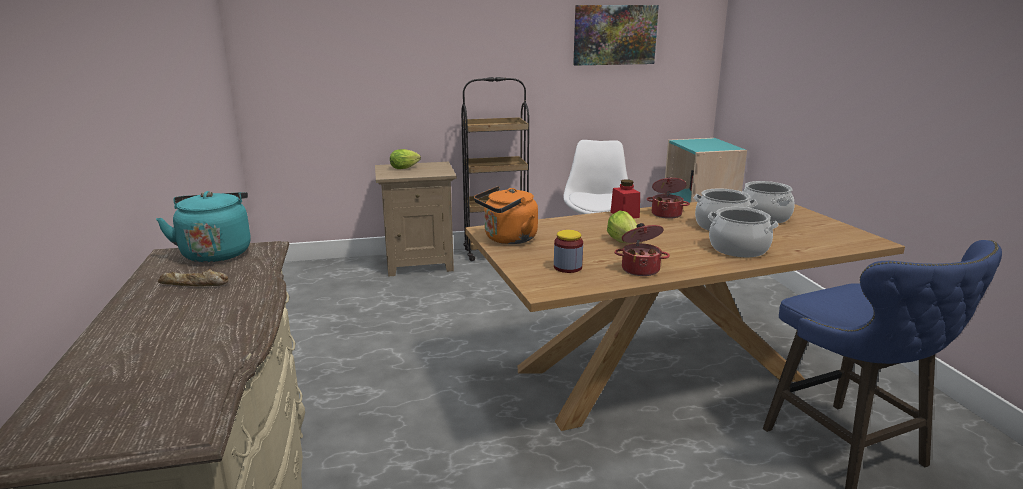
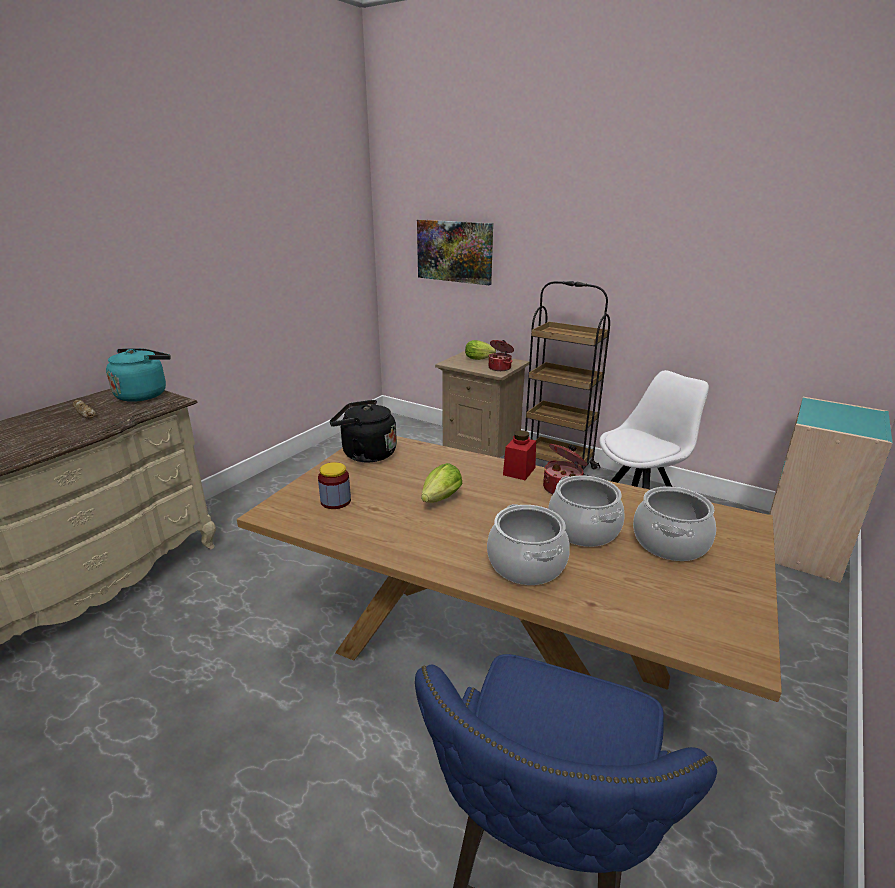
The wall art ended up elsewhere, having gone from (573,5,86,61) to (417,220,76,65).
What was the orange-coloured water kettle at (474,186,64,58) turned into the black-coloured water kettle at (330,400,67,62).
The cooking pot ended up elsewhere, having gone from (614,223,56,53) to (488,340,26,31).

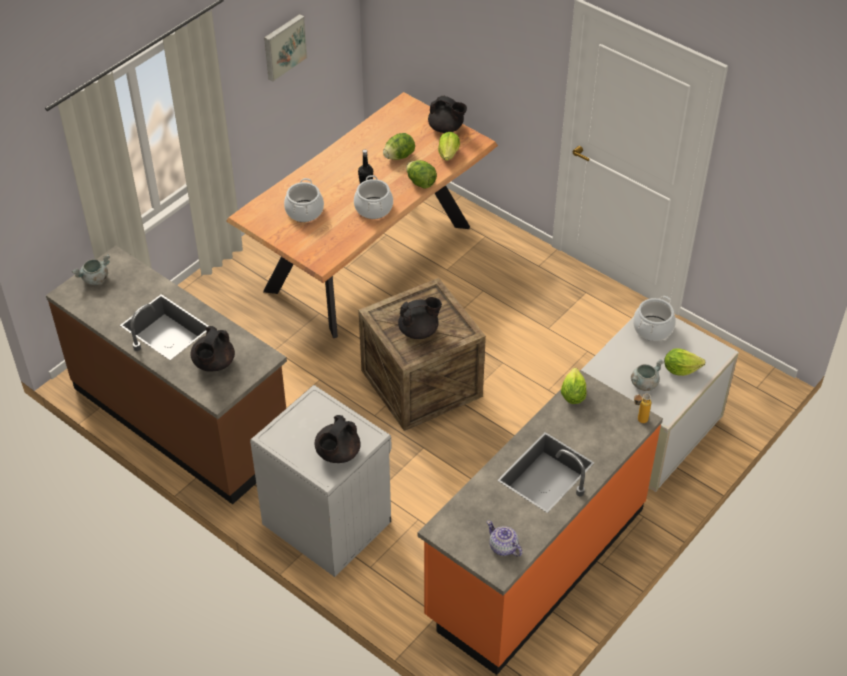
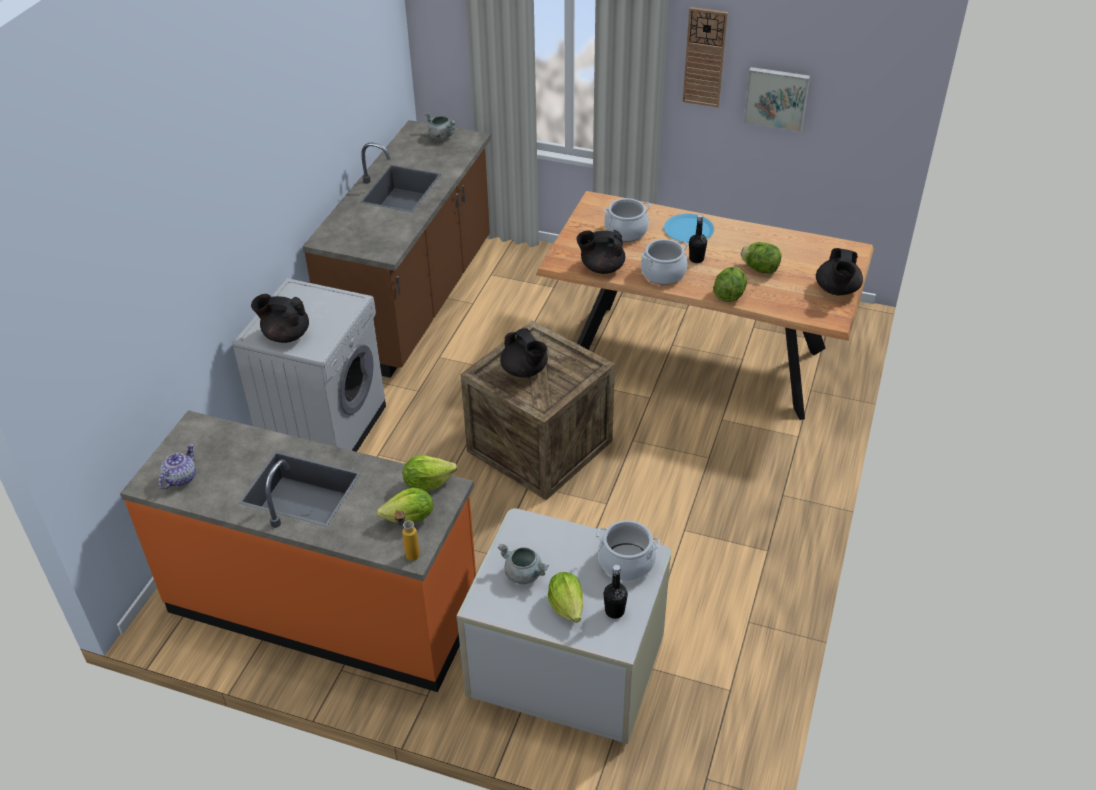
The lettuce ended up elsewhere, having gone from (438,132,22,29) to (377,488,56,35).
The black-coloured tea pot ended up elsewhere, having gone from (191,326,44,46) to (576,230,49,44).
The second view gained the hanging clock at (683,7,45,100).
The second view gained the blue-coloured dinner plate at (664,214,50,29).
The second view gained the black-coloured bottle at (604,565,24,54).

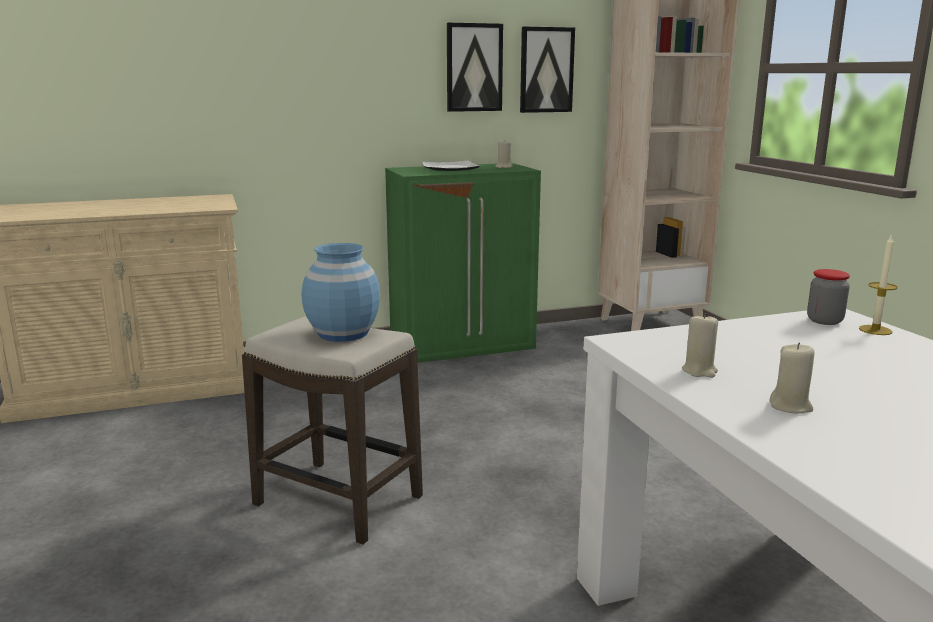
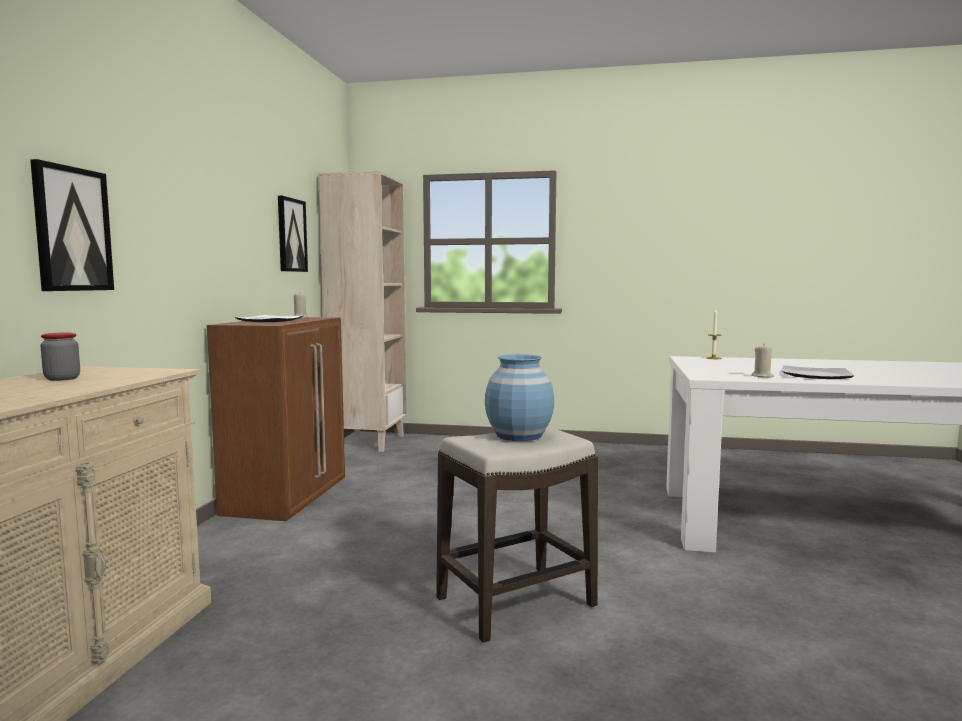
The wall art ended up elsewhere, having gone from (447,23,56,89) to (30,159,84,132).
What was the green-coloured storage cabinet at (385,163,156,200) turned into the brown-coloured storage cabinet at (206,317,139,204).
The preserve jar ended up elsewhere, having gone from (807,269,43,56) to (40,333,40,48).
Where the beige candle stood at (769,343,46,71), the dinner plate came to stand at (782,365,72,14).

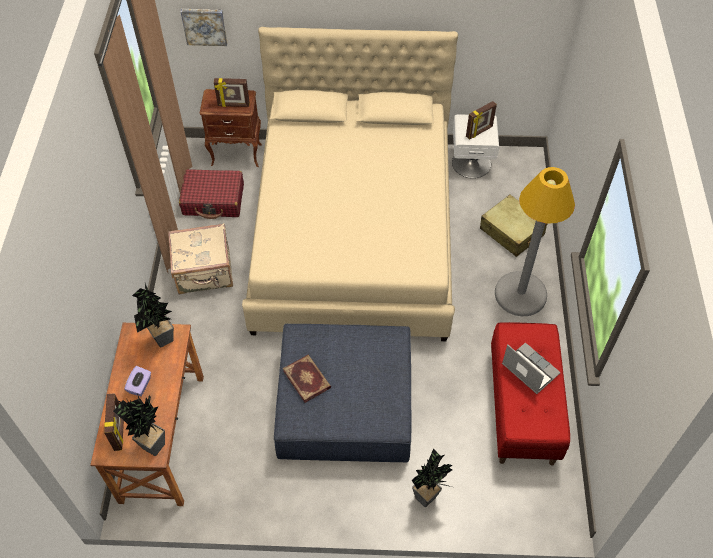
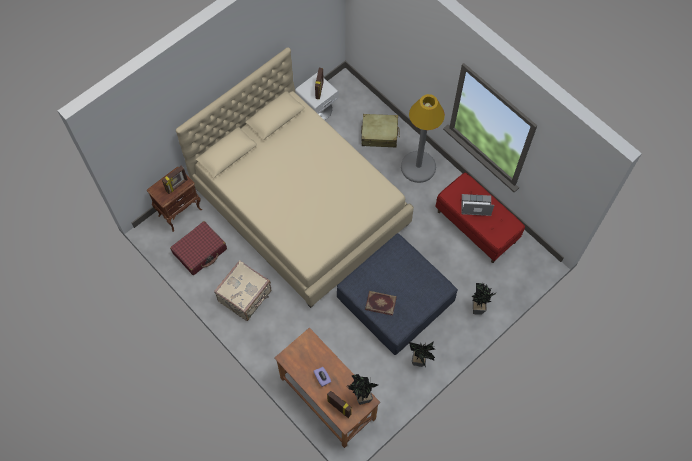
The second view lost the wall art at (181,9,46,37).
The houseplant ended up elsewhere, having gone from (132,284,42,64) to (409,341,26,26).

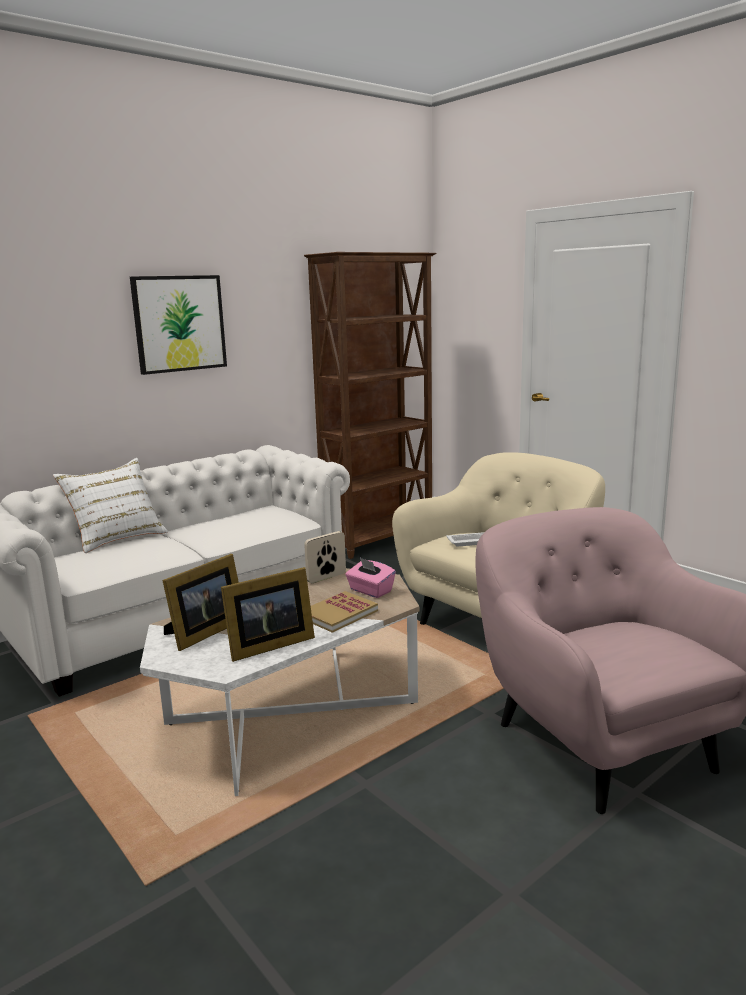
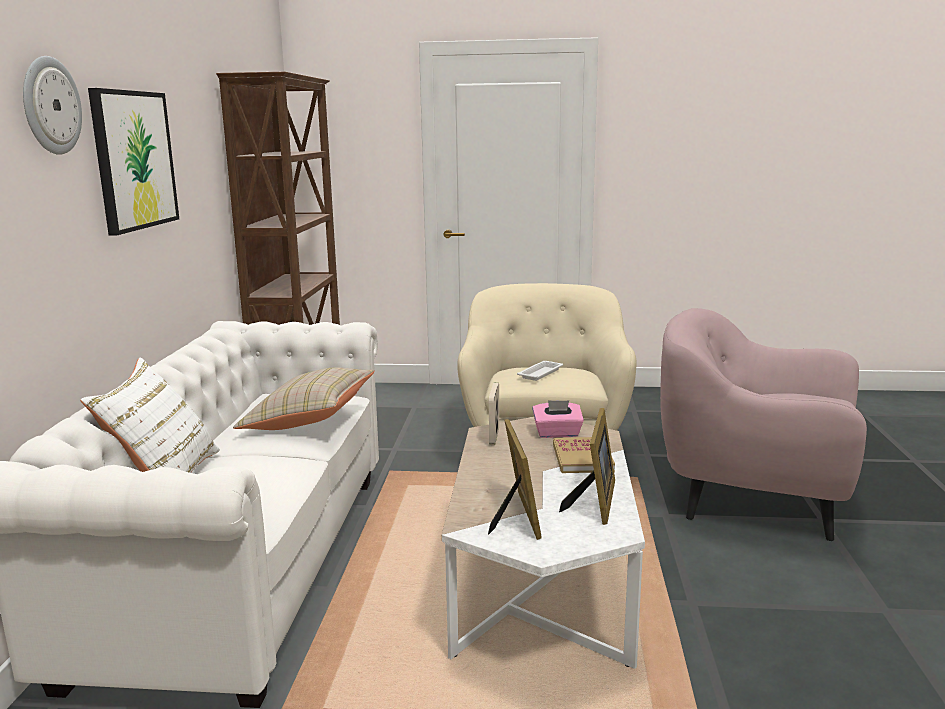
The second view gained the hanging clock at (23,56,59,99).
The second view gained the beige throw pillow at (233,367,142,63).

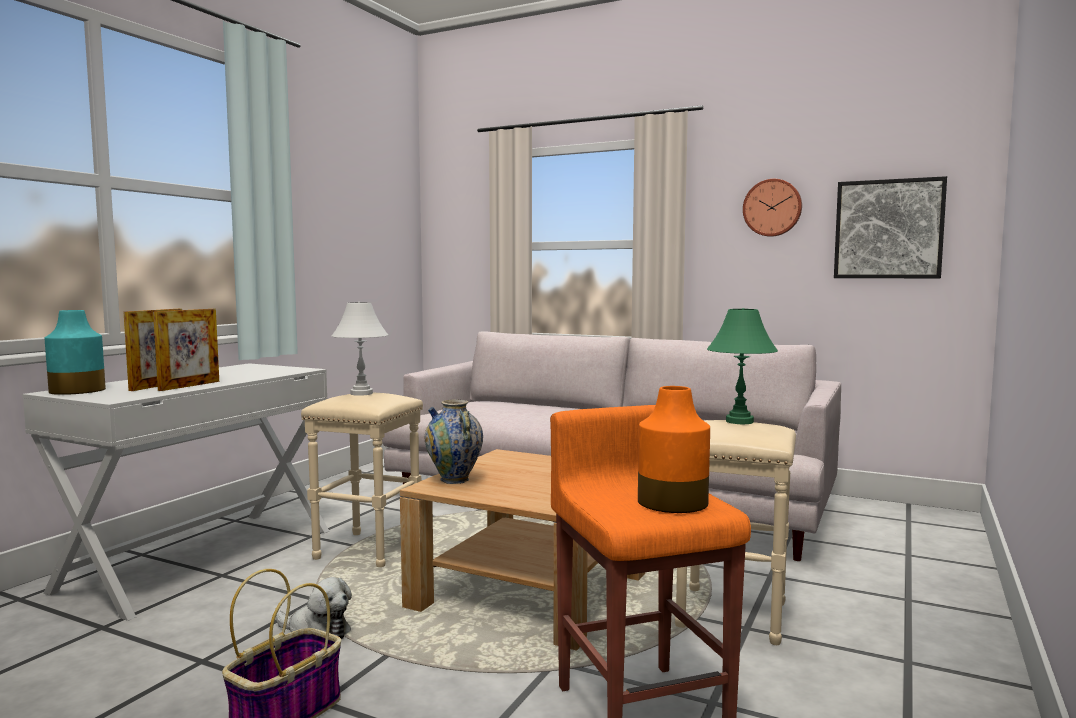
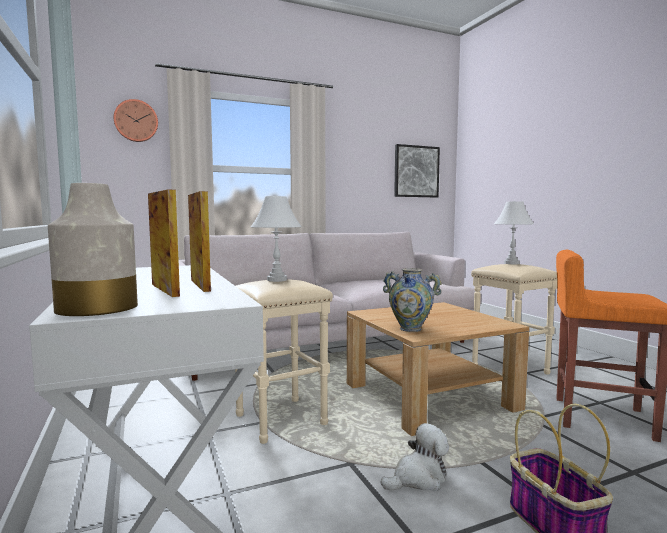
The hanging clock ended up elsewhere, having gone from (743,179,59,58) to (114,99,44,43).
What was the green-coloured table lamp at (707,308,71,116) turned into the whitish table lamp at (494,201,40,63).
What was the turquoise-coloured flower vase at (45,310,61,85) turned into the beige flower vase at (48,183,90,133).
The second view lost the orange-coloured flower vase at (638,386,72,127).

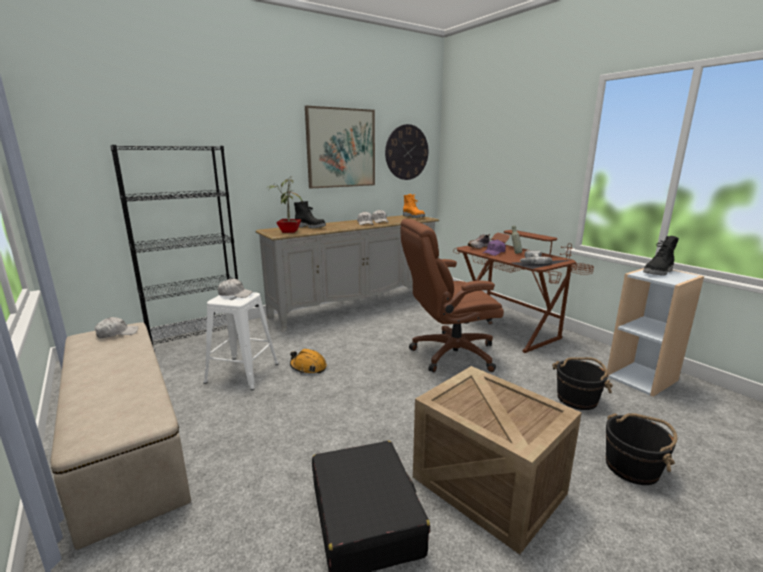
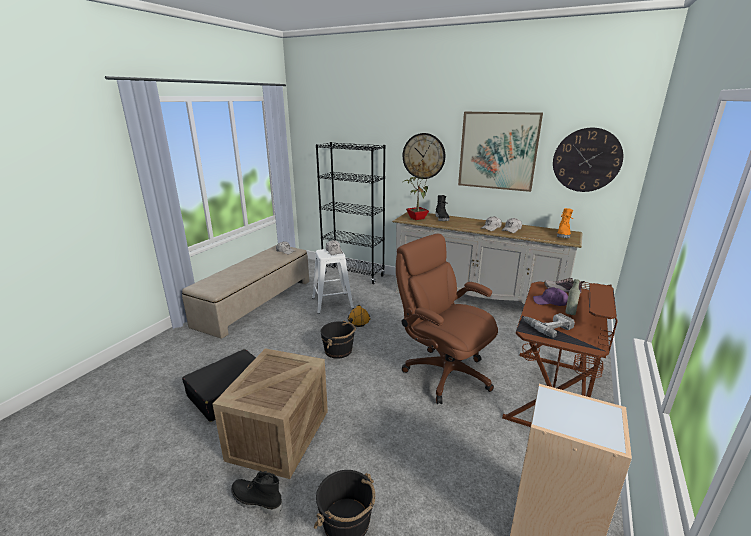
The black-coloured high-top boot ended up elsewhere, having gone from (643,236,36,40) to (231,471,52,44).
The black-coloured pail ended up elsewhere, having gone from (552,357,61,53) to (320,321,36,38).
The second view gained the hanging clock at (403,133,42,46).

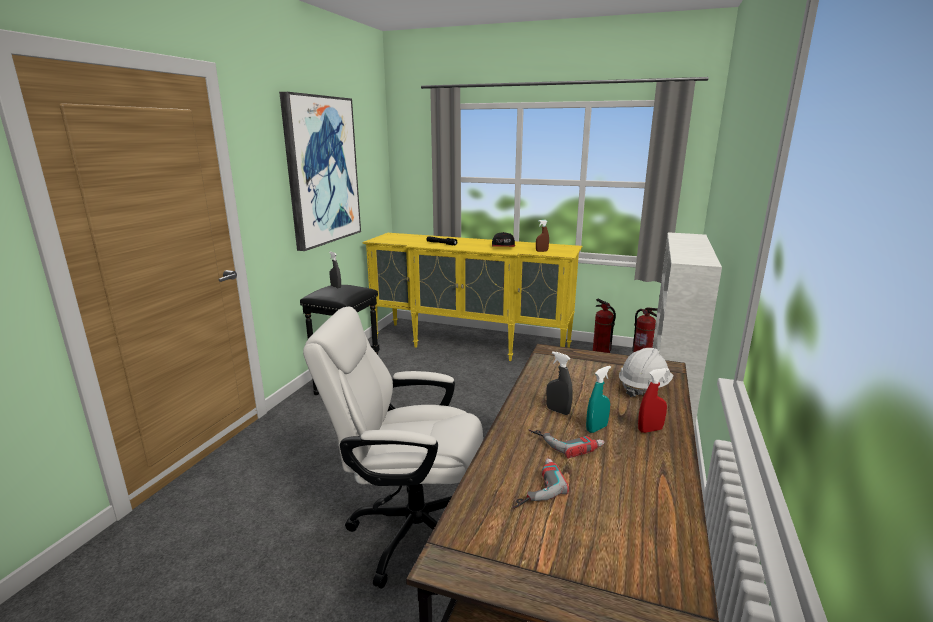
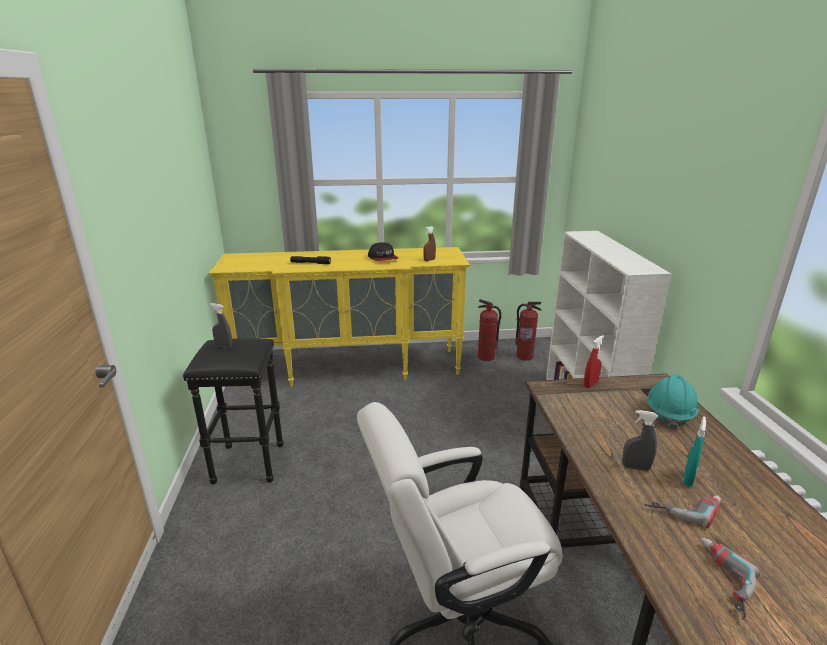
The second view lost the wall art at (279,92,82,159).
What was the whitish hard hat at (619,348,55,49) turned into the turquoise-coloured hard hat at (647,374,52,55).
The red-coloured hand sprayer ended up elsewhere, having gone from (638,368,31,65) to (584,335,20,53).

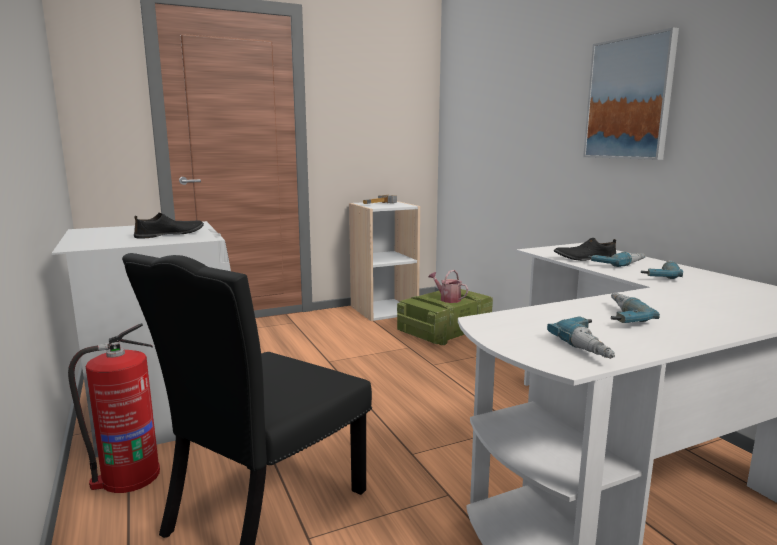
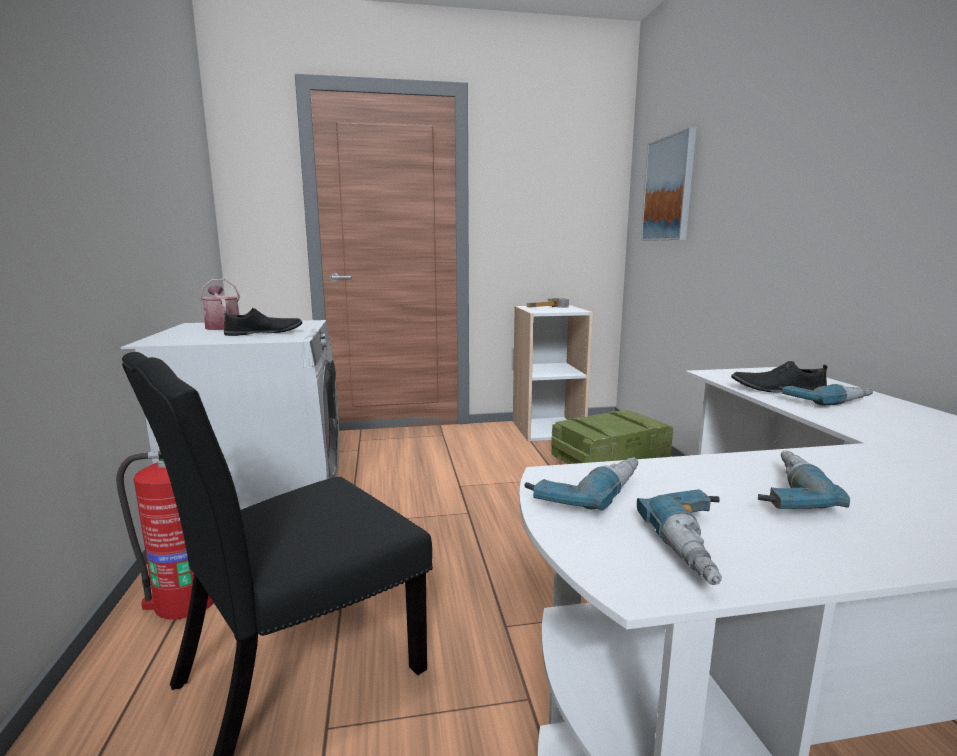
The wall art ended up elsewhere, having gone from (583,27,96,133) to (641,127,55,114).
The drill ended up elsewhere, having gone from (641,260,42,19) to (524,457,114,54).
The watering can ended up elsewhere, having gone from (429,270,39,33) to (200,279,40,51).

